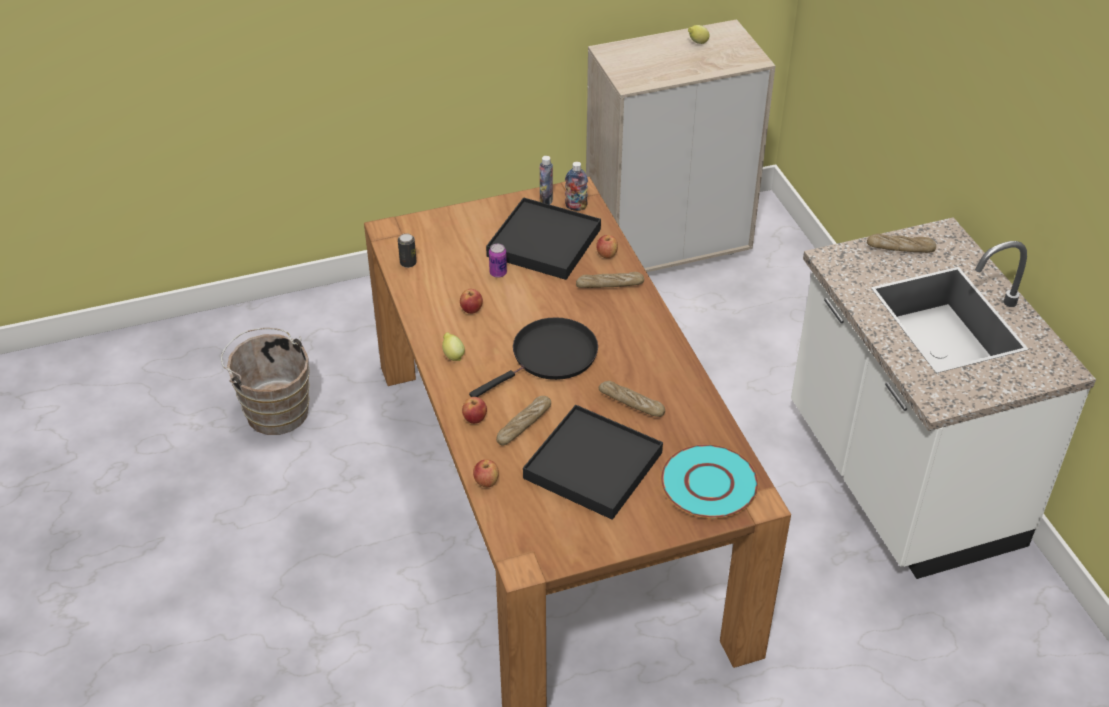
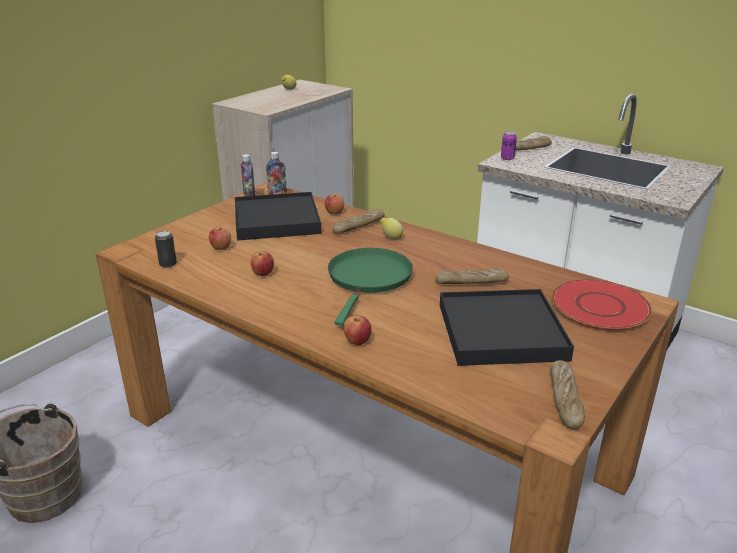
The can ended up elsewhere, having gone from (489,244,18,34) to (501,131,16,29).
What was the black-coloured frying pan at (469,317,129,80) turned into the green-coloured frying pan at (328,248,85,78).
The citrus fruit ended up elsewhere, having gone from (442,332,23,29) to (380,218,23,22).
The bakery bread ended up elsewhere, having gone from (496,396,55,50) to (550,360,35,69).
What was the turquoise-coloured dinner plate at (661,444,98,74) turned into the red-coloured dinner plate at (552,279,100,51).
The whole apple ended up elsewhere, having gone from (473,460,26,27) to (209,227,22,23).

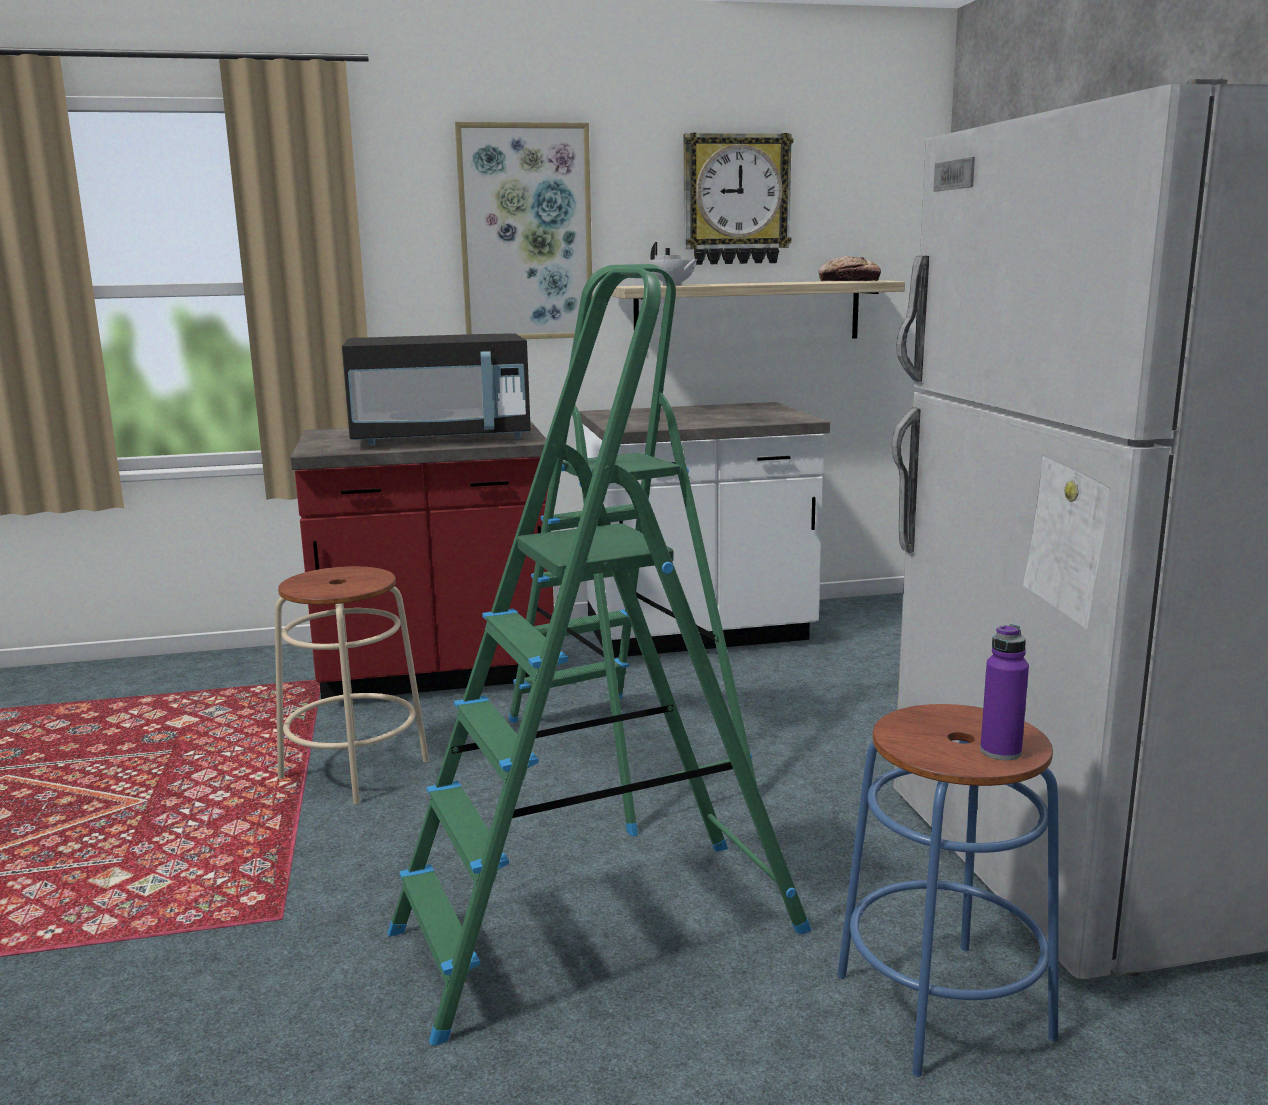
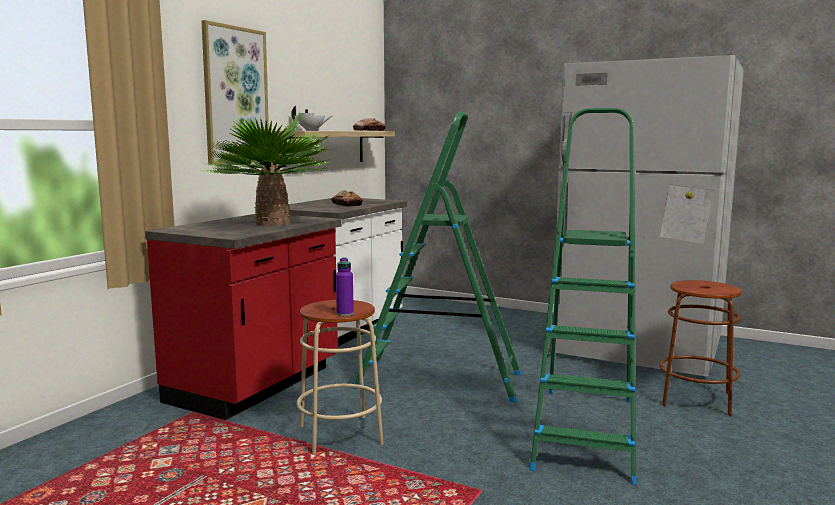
The second view lost the hanging clock at (684,132,109,133).
Where the black-coloured kitchen microwave stood at (342,333,189,113), the houseplant came to stand at (202,113,134,113).
The purple-coloured bottle ended up elsewhere, having gone from (980,624,49,136) to (336,258,18,58).
What was the blue-coloured stool seat at (837,704,221,373) turned into the brown-coloured stool seat at (659,280,83,136).
The second view gained the bakery bread at (331,190,32,17).

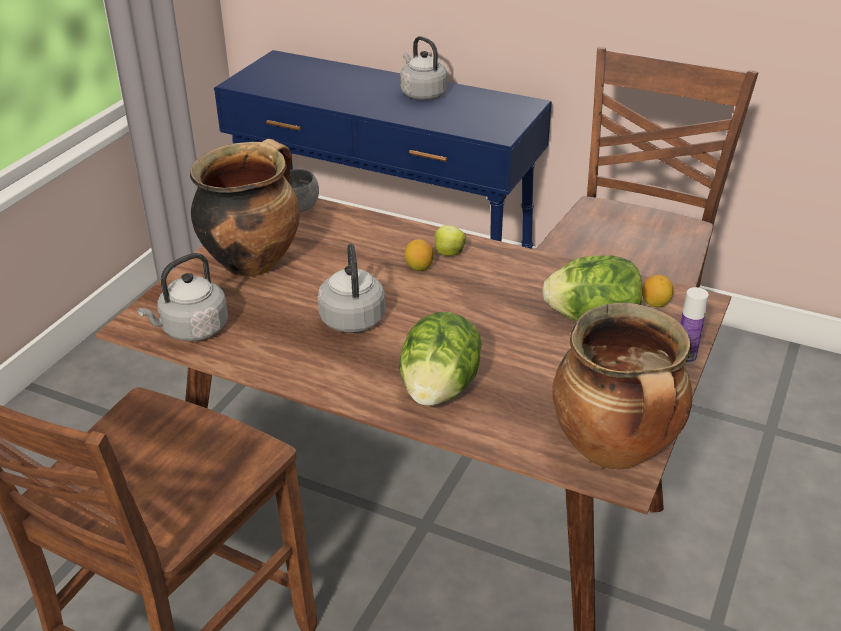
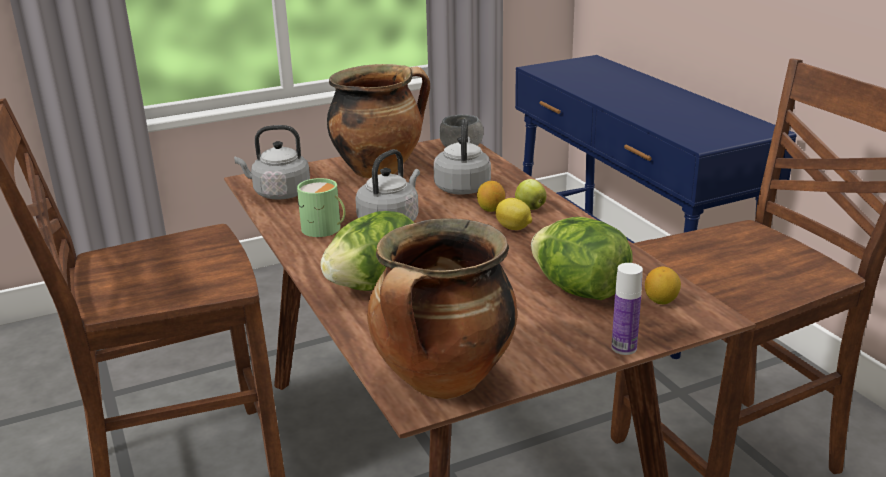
The greyish water kettle ended up elsewhere, having gone from (400,36,47,64) to (433,119,58,76).
The second view gained the green-coloured coffee mug at (297,178,49,59).
The second view gained the citrus fruit at (496,198,36,32).

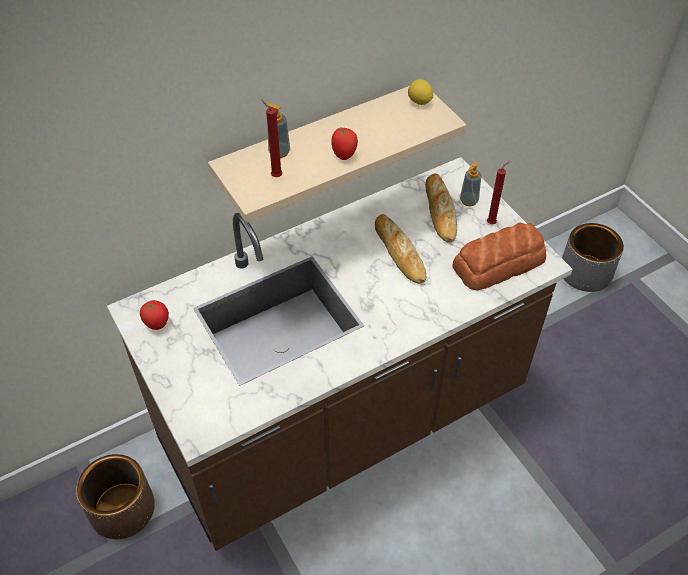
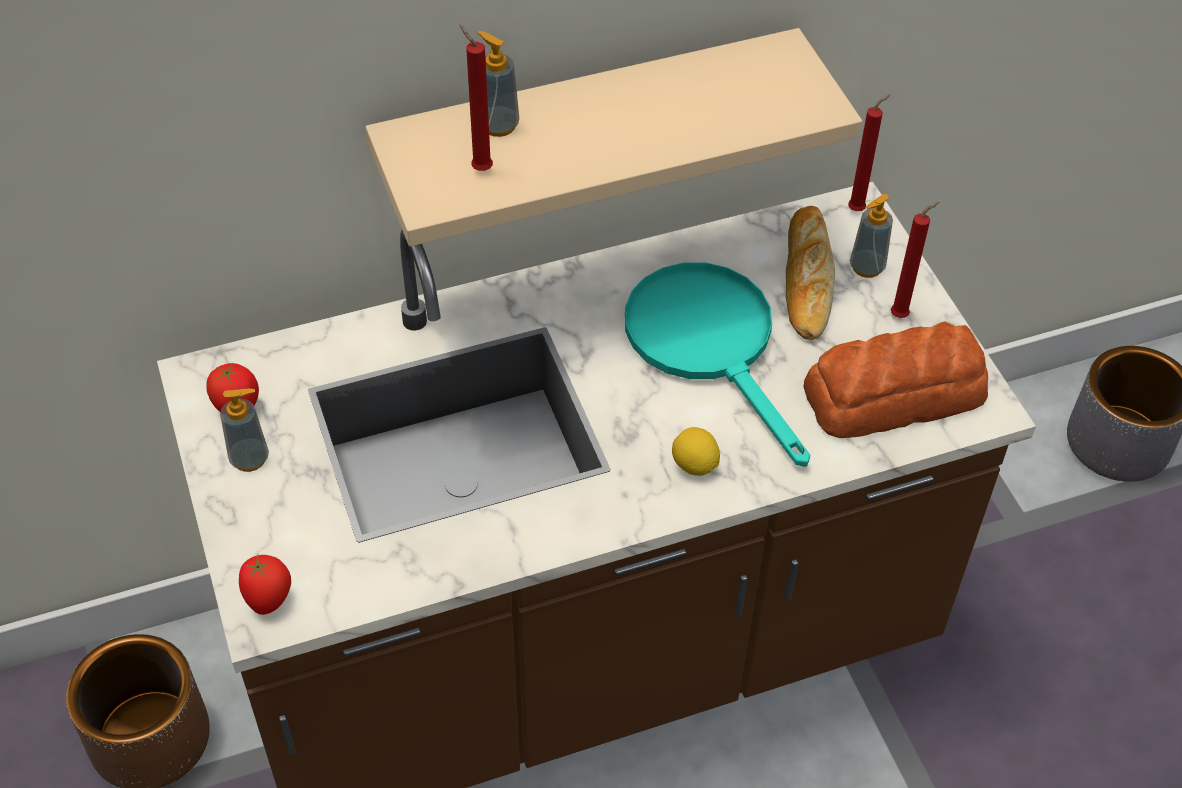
The citrus fruit ended up elsewhere, having gone from (408,79,25,26) to (672,427,48,49).
The fresh tomato ended up elsewhere, having gone from (331,127,27,33) to (239,555,52,60).
Where the bakery bread stood at (375,214,51,70), the turquoise-coloured frying pan came to stand at (625,263,185,204).
The second view gained the red-coloured candle at (848,94,42,117).
The second view gained the liquid soap bottle at (220,389,49,83).

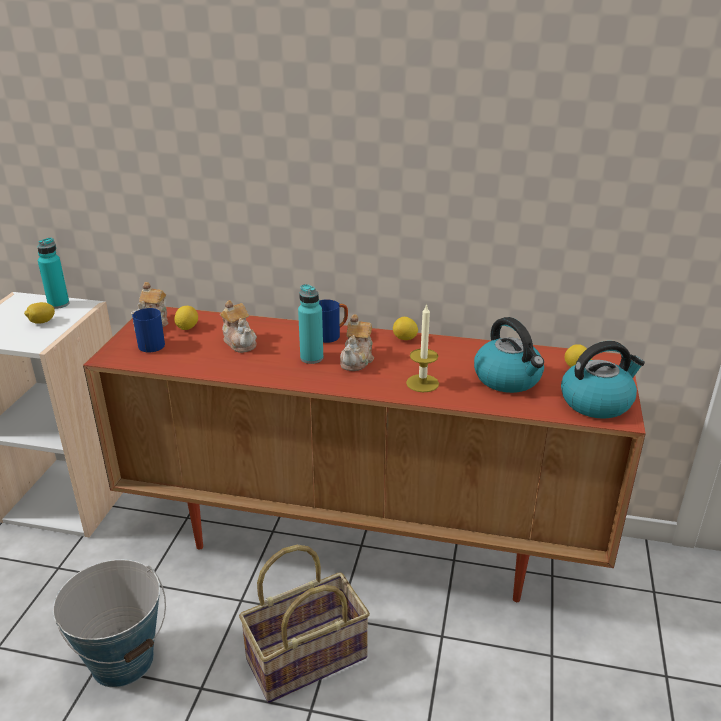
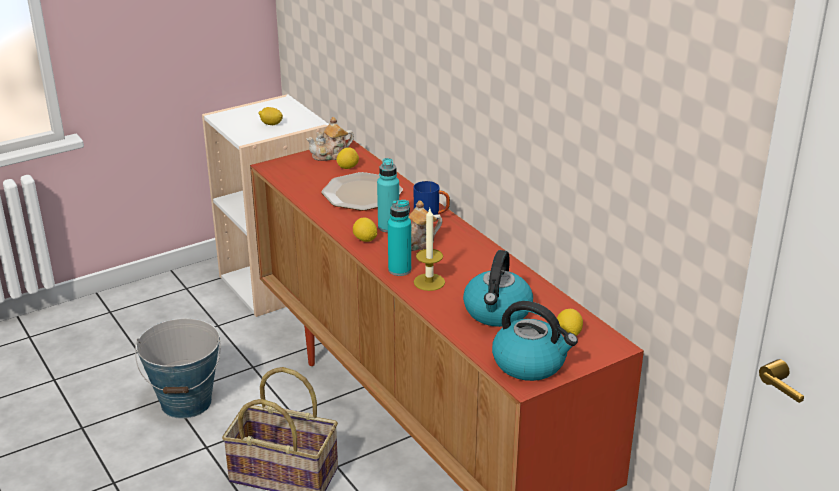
The turquoise-coloured bottle ended up elsewhere, having gone from (38,238,31,71) to (388,200,23,76).
Where the tea pot stood at (220,300,37,53), the dinner plate came to stand at (322,172,81,39).
The second view lost the blue-coloured coffee mug at (132,308,33,44).
The citrus fruit ended up elsewhere, having gone from (393,317,25,23) to (353,217,24,25).

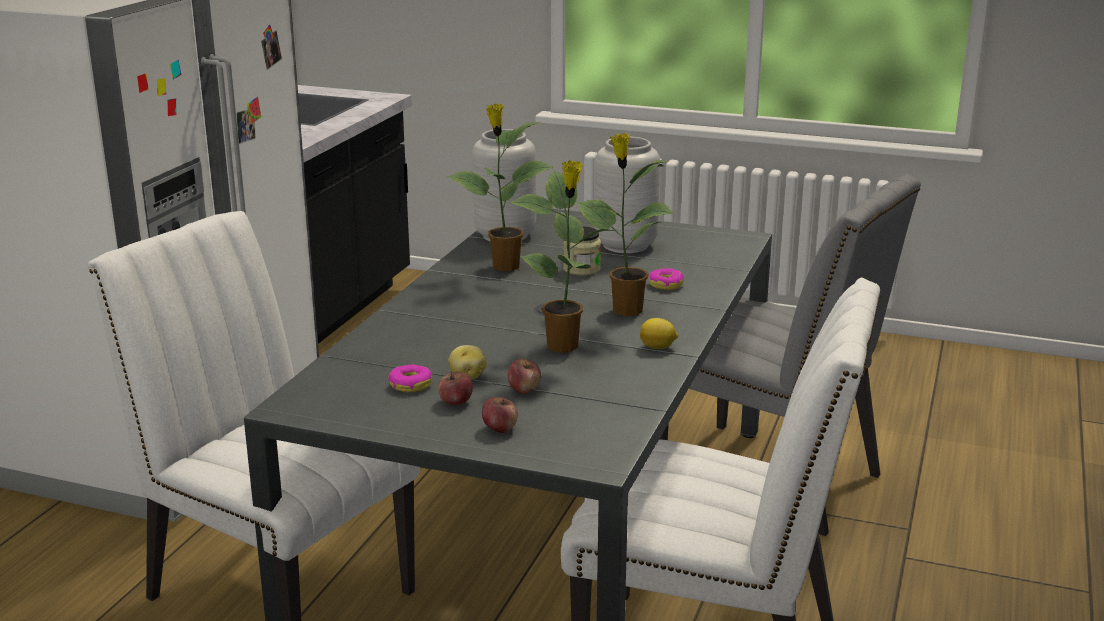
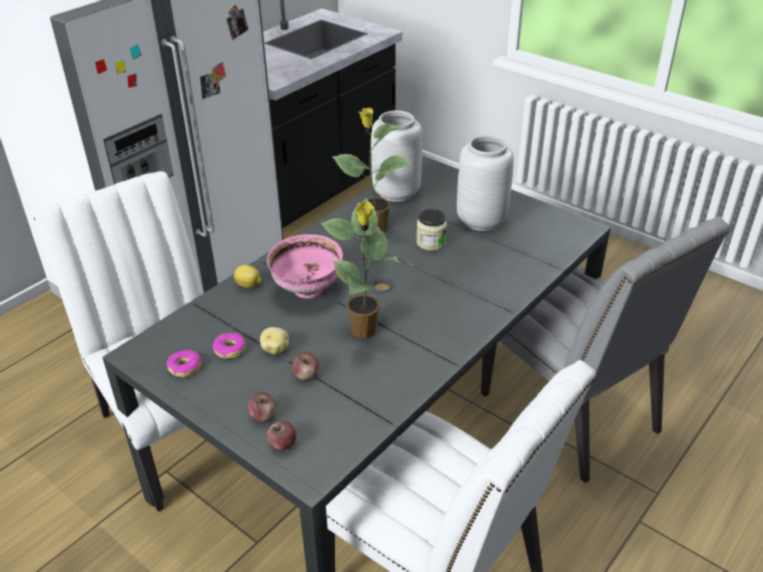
The second view lost the houseplant at (577,133,97,183).
The donut ended up elsewhere, having gone from (649,268,35,22) to (167,350,34,27).
The citrus fruit ended up elsewhere, having gone from (640,318,38,31) to (234,265,27,23).
The whole apple ended up elsewhere, having gone from (438,371,35,34) to (267,421,29,29).
The second view gained the pink deep dish at (267,234,76,64).

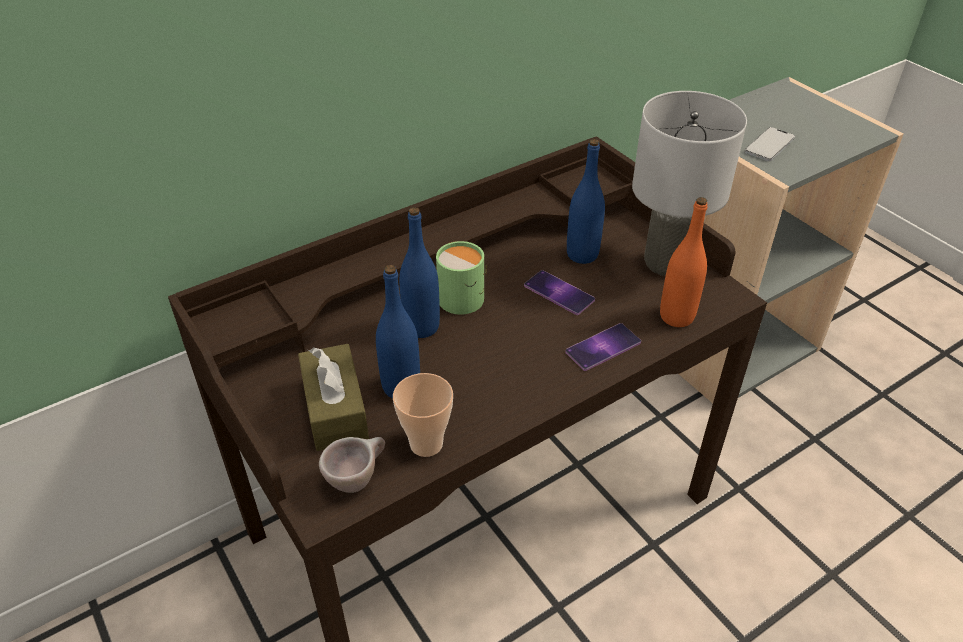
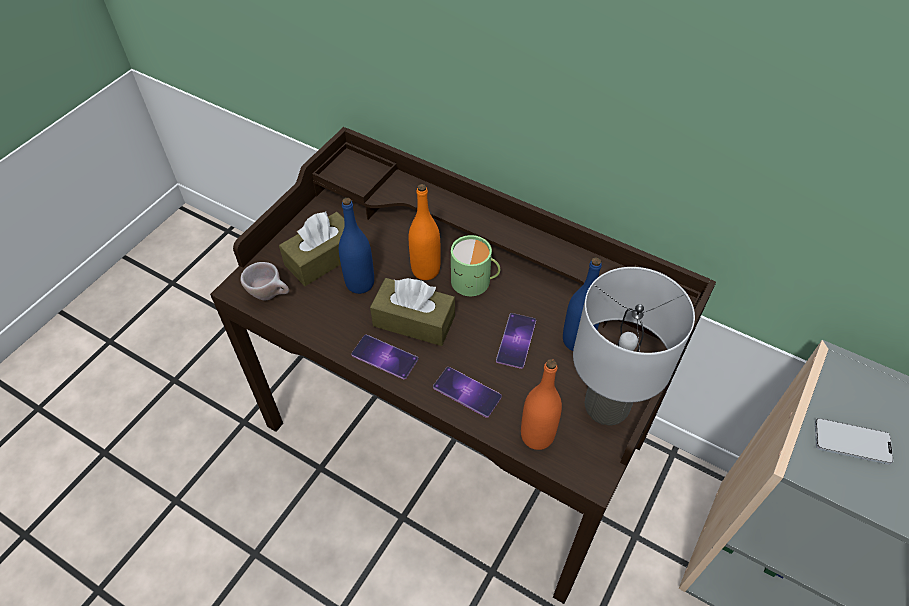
What was the blue-coloured bottle at (399,207,41,131) turned into the orange-coloured bottle at (409,184,32,96).
The second view lost the small cup at (393,373,60,84).
The second view gained the brown-coloured box of tissues at (370,278,85,68).
The second view gained the telephone at (351,335,67,44).

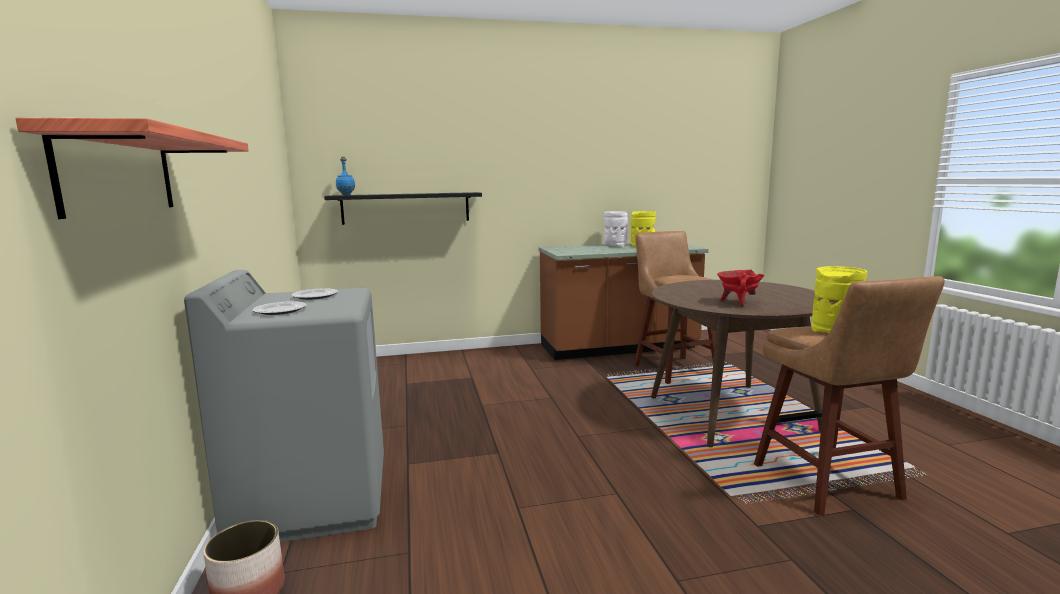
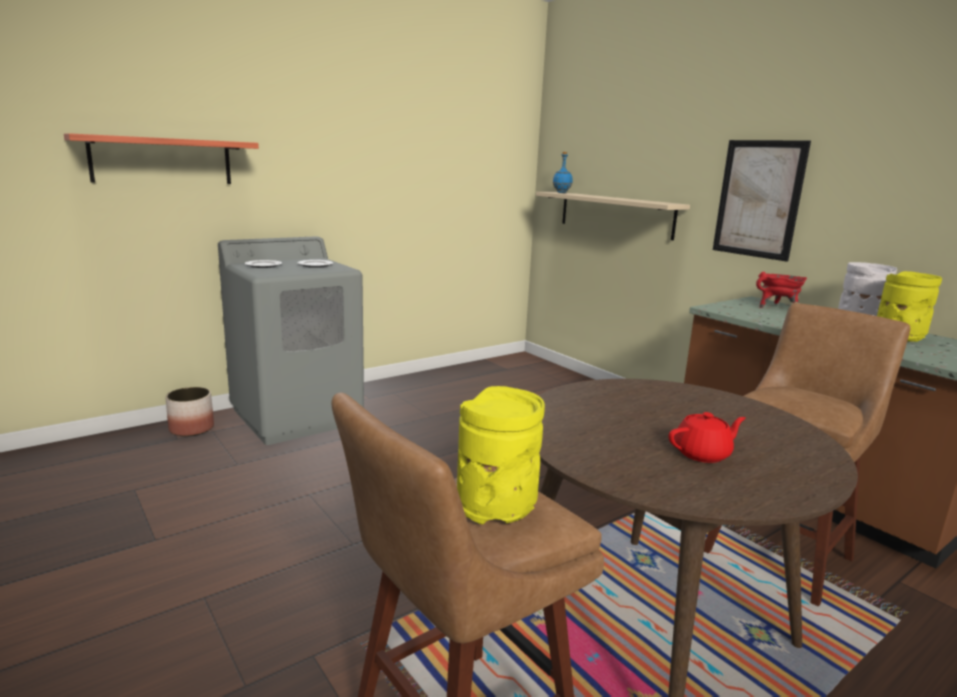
What was the black-coloured wall shelf at (324,192,158,33) turned into the beige wall shelf at (536,192,154,48).
The red-coloured cooking pot ended up elsewhere, having gone from (717,270,48,37) to (756,272,51,36).
The second view gained the wall art at (713,140,98,122).
The second view gained the red-coloured tea pot at (669,412,77,51).

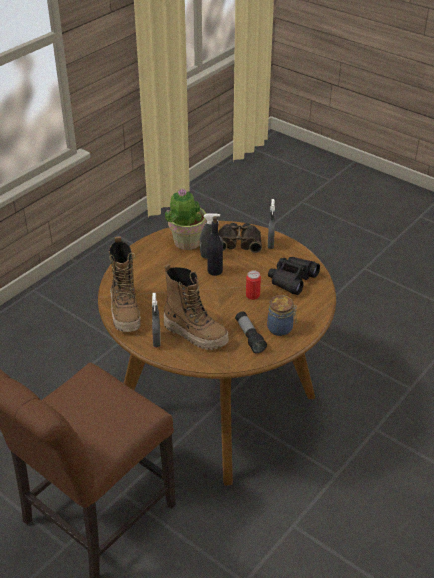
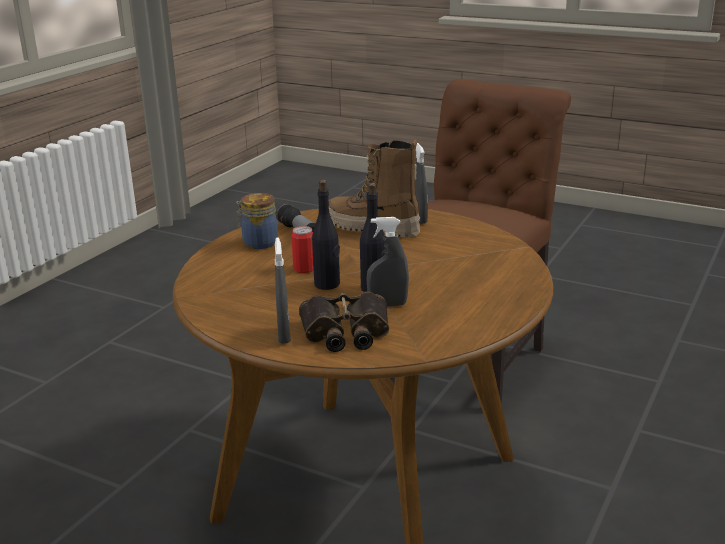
The second view lost the houseplant at (165,188,42,62).
The second view lost the high-top boot at (109,236,32,96).
The second view lost the black-coloured binoculars at (268,257,52,38).
The second view gained the black-coloured bottle at (312,180,28,110).

